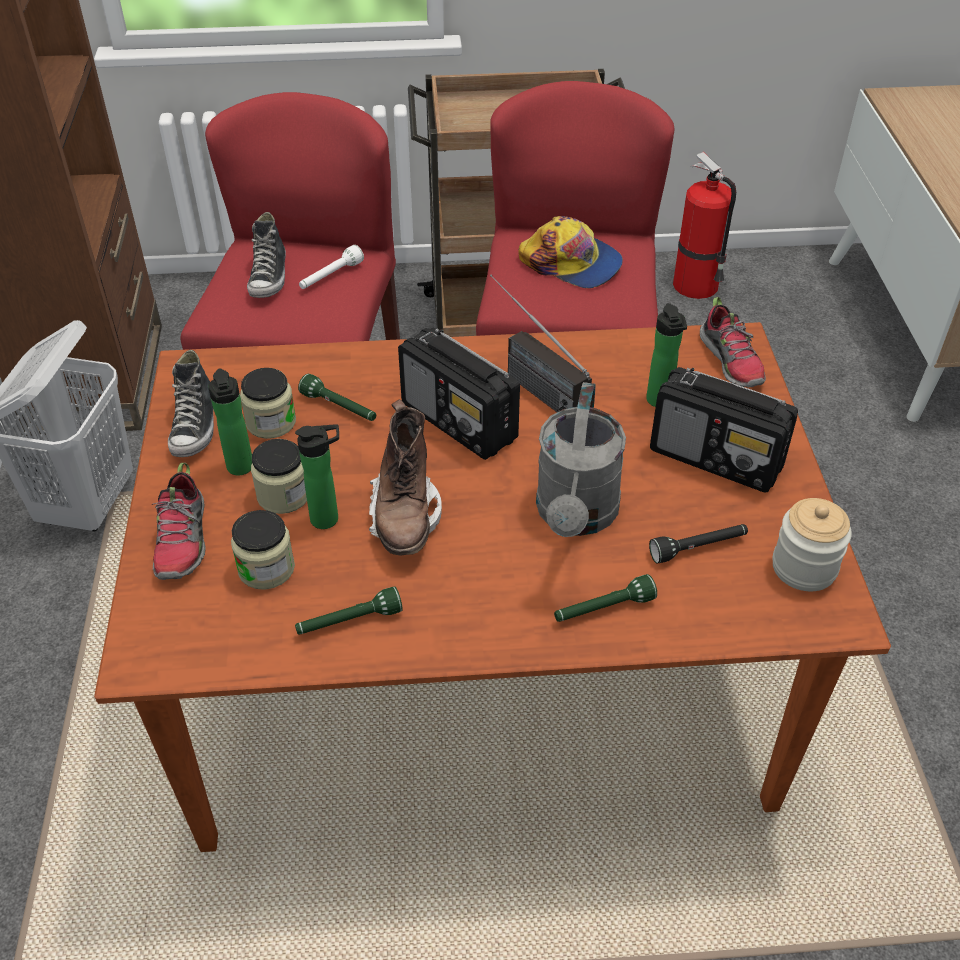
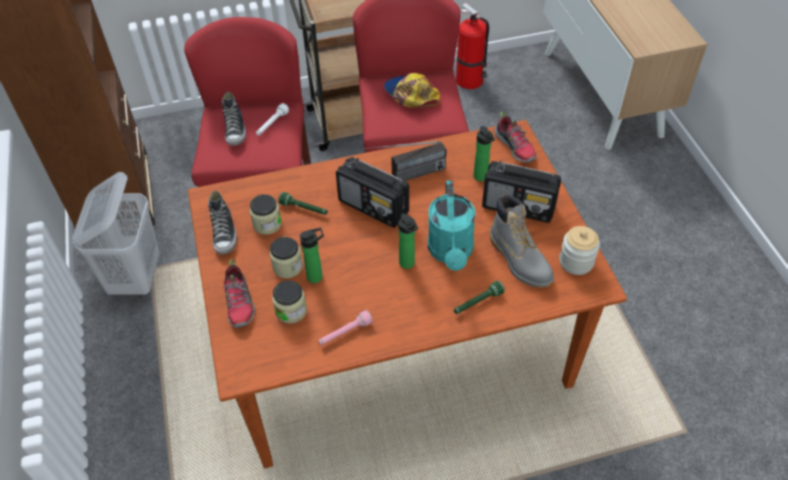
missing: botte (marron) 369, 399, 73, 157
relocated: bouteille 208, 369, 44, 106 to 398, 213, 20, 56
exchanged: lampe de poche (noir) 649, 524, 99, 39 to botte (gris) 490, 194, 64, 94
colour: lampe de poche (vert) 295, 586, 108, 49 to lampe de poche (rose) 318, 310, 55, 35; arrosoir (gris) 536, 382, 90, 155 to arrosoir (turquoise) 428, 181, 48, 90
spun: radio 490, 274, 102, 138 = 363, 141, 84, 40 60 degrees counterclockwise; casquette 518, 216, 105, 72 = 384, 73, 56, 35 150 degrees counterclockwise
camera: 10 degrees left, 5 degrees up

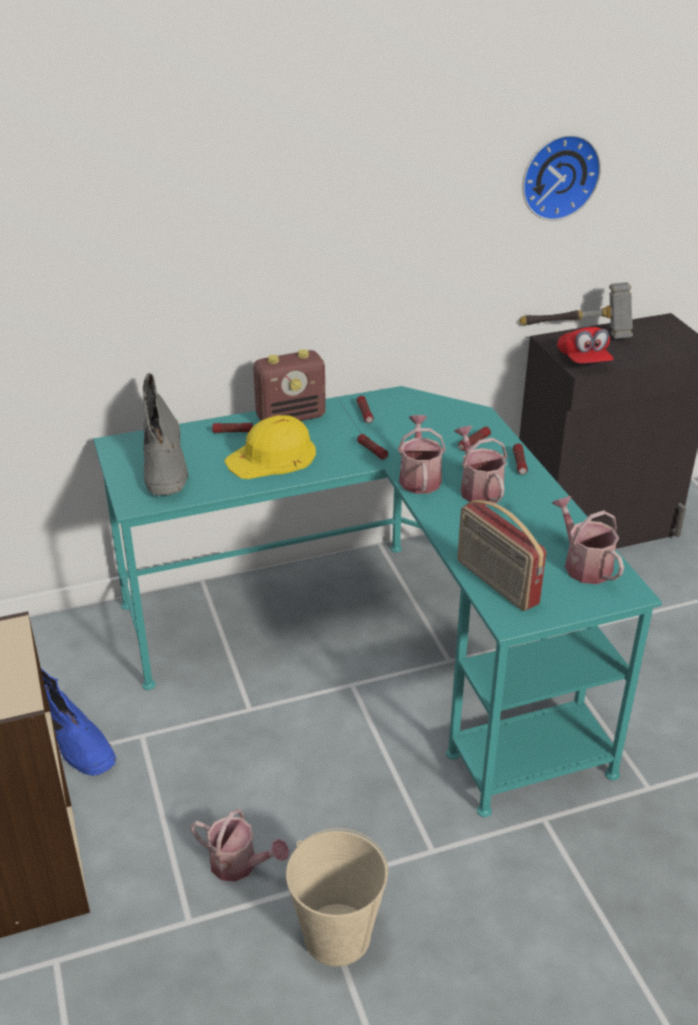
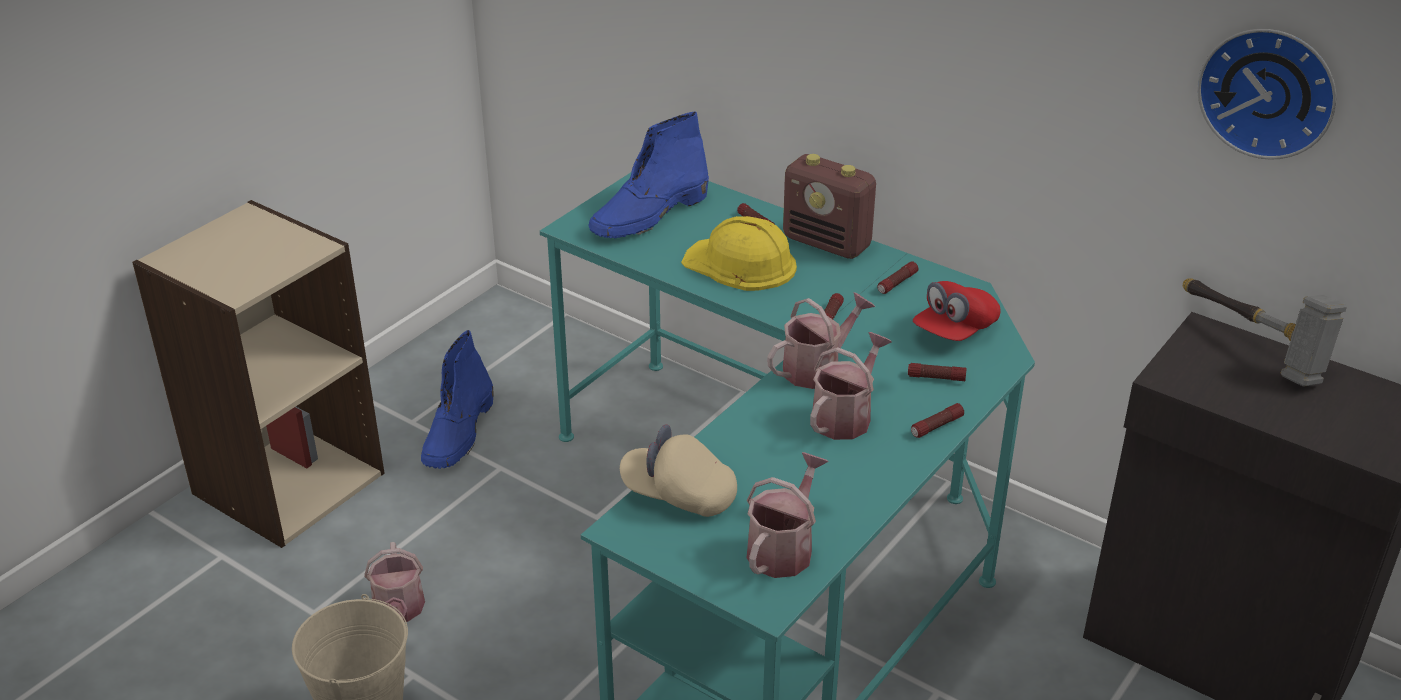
relocated: casquette (rouge) 557, 327, 57, 37 to 913, 281, 88, 60
exchanged: radio 457, 500, 89, 111 to casquette (beige) 620, 424, 117, 93
colour: botte (gris) 143, 373, 45, 123 to botte (bleu) 589, 111, 120, 128
camera: 55 degrees right, 0 degrees up

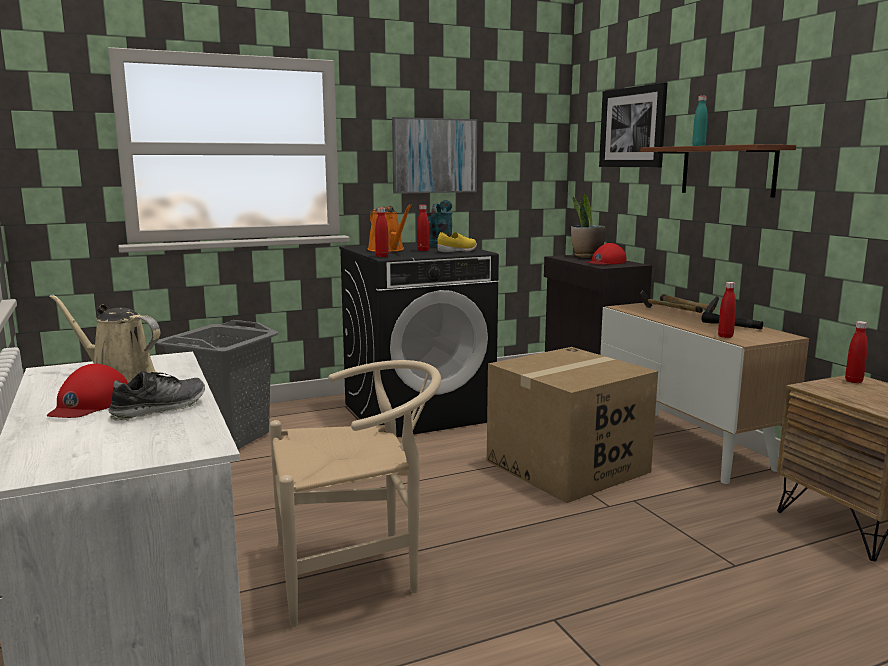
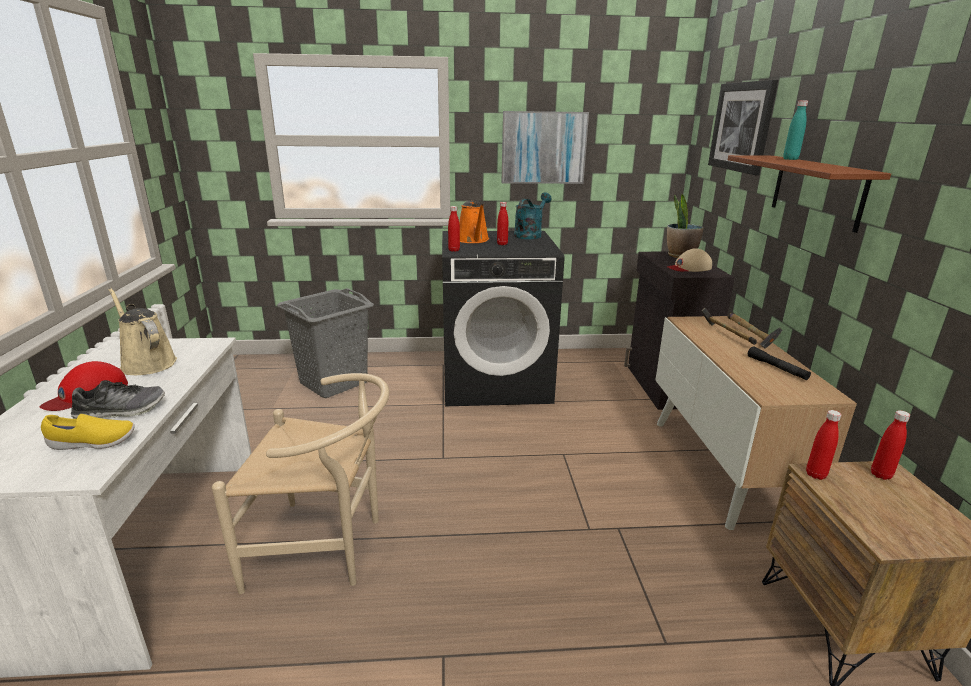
missing: carton 487, 347, 171, 156
relocated: chaussure (jaune) 437, 232, 40, 20 to 41, 414, 94, 36; bouteille (rouge) 718, 282, 18, 56 to 806, 410, 35, 70
colour: casquette (rouge) 587, 243, 39, 22 to casquette (beige) 667, 248, 45, 24
camera: 20 degrees right, 10 degrees up

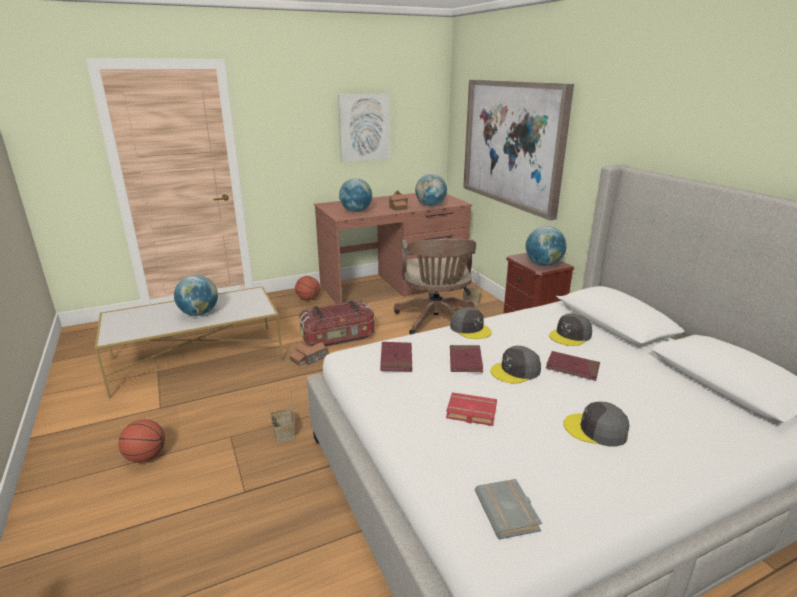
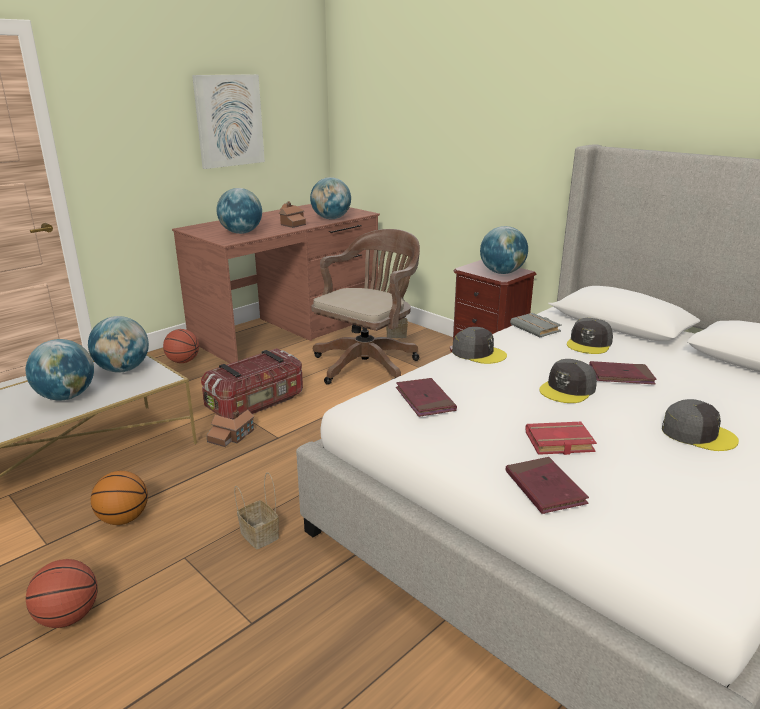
missing: tableau 463, 80, 111, 140
appeared: globe 88, 316, 61, 56; ballon de basket 91, 471, 57, 54
relocated: livre (rouge) 450, 345, 33, 27 to 506, 457, 83, 57; livre (gris) 475, 479, 67, 61 to 510, 313, 52, 24
spun: chaise de bureau (marron) 394, 238, 82, 97 = 311, 229, 109, 156 120 degrees counterclockwise; casquette (gris) 564, 402, 66, 44 = 662, 399, 77, 52 150 degrees counterclockwise
camera: 20 degrees left, 0 degrees up

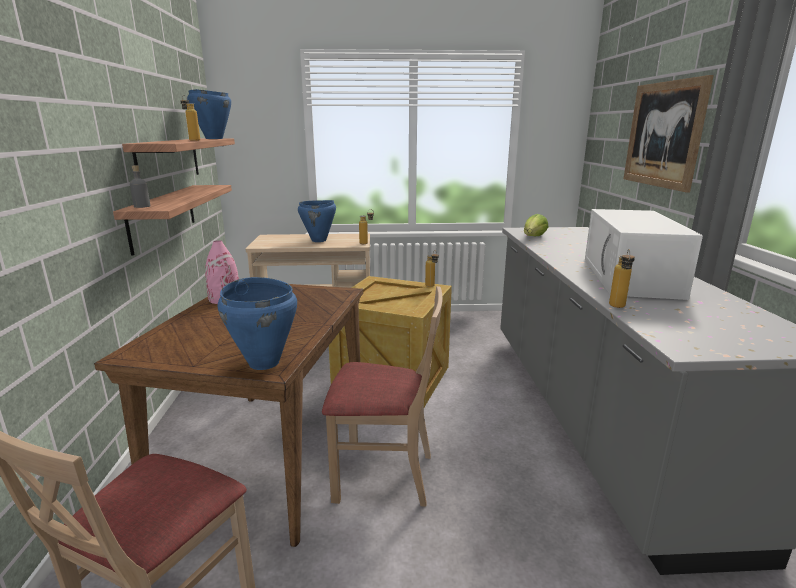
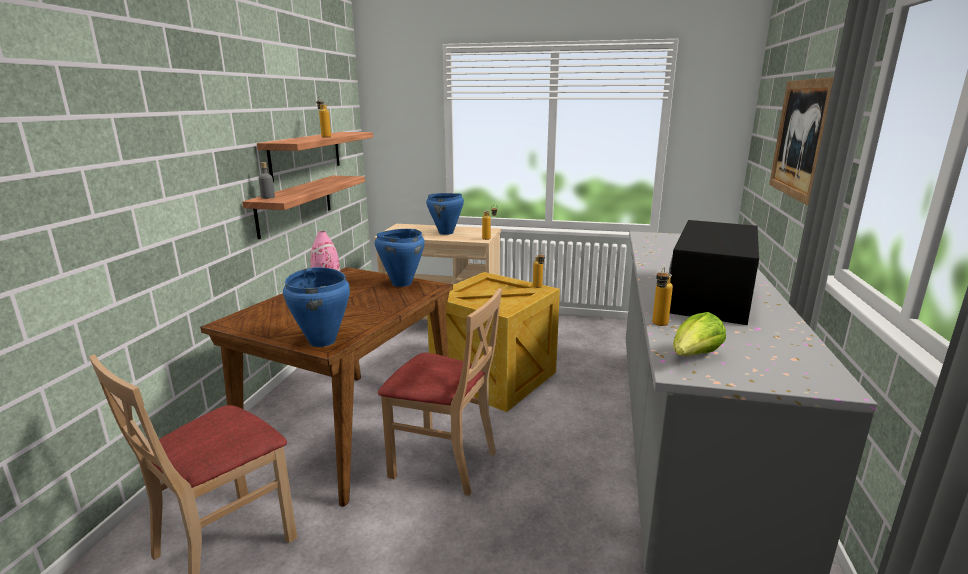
relocated: marmite (bleu) 187, 89, 44, 50 to 375, 229, 50, 58; laitue 524, 214, 24, 22 to 673, 312, 53, 44
colour: micro-ondes (blanc) 585, 209, 118, 91 to micro-ondes (noir) 669, 220, 90, 105
camera: 15 degrees right, 0 degrees up

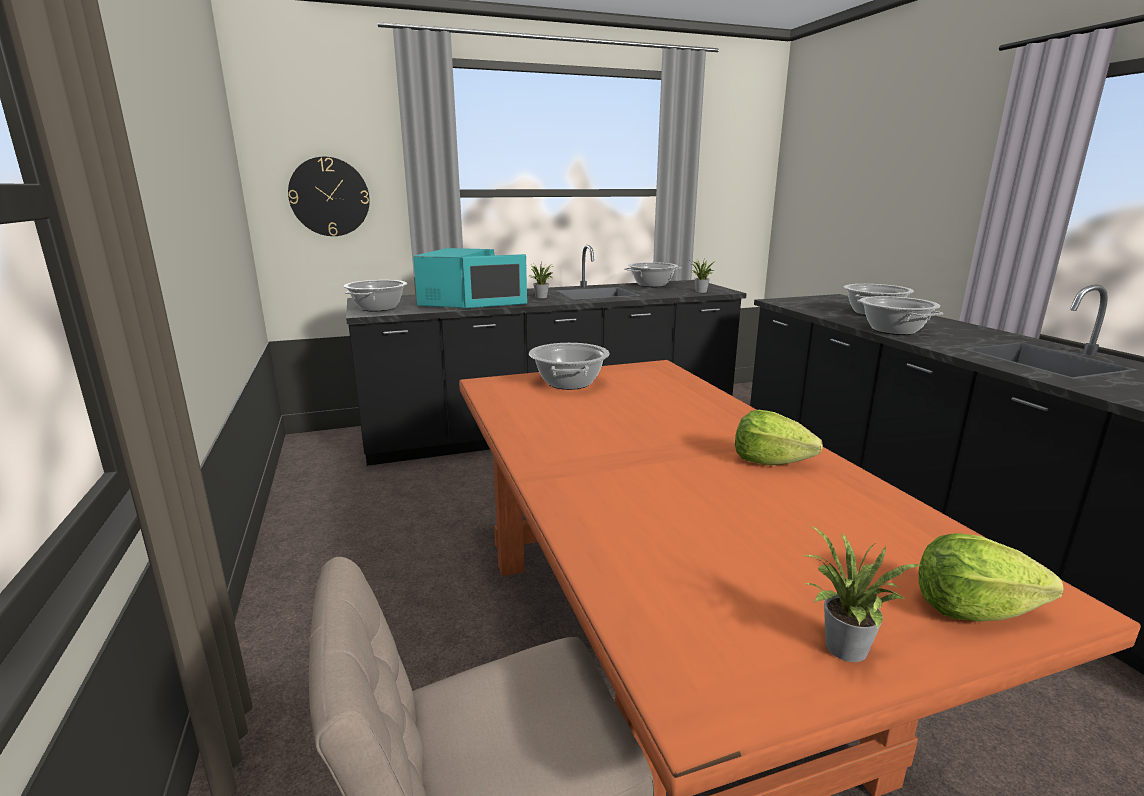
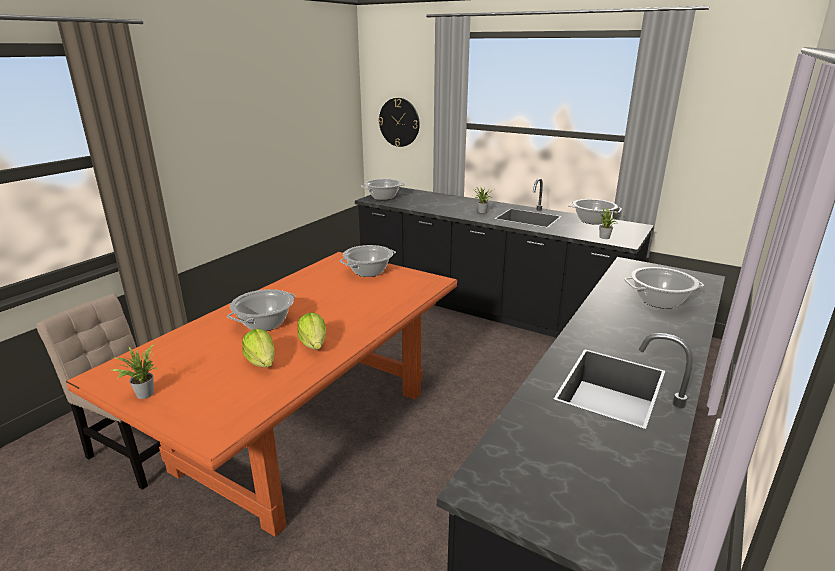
missing: micro-ondes (turquoise) 413, 248, 114, 60
relocated: marmite 857, 296, 86, 39 to 227, 289, 68, 42; laitue 918, 533, 146, 89 to 242, 329, 33, 39
camera: 50 degrees right, 5 degrees up

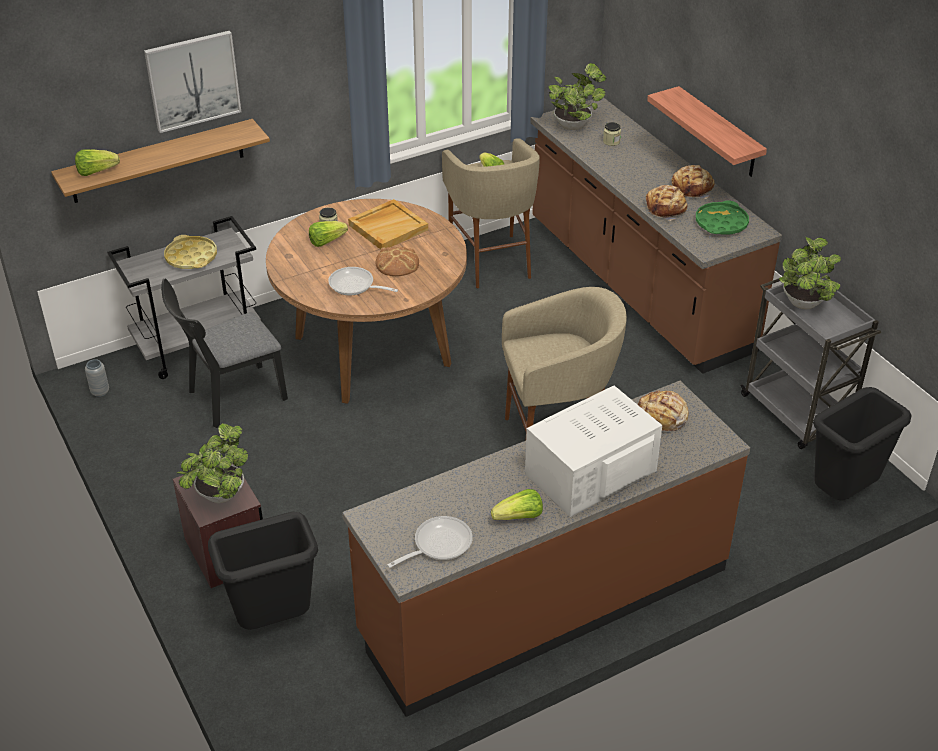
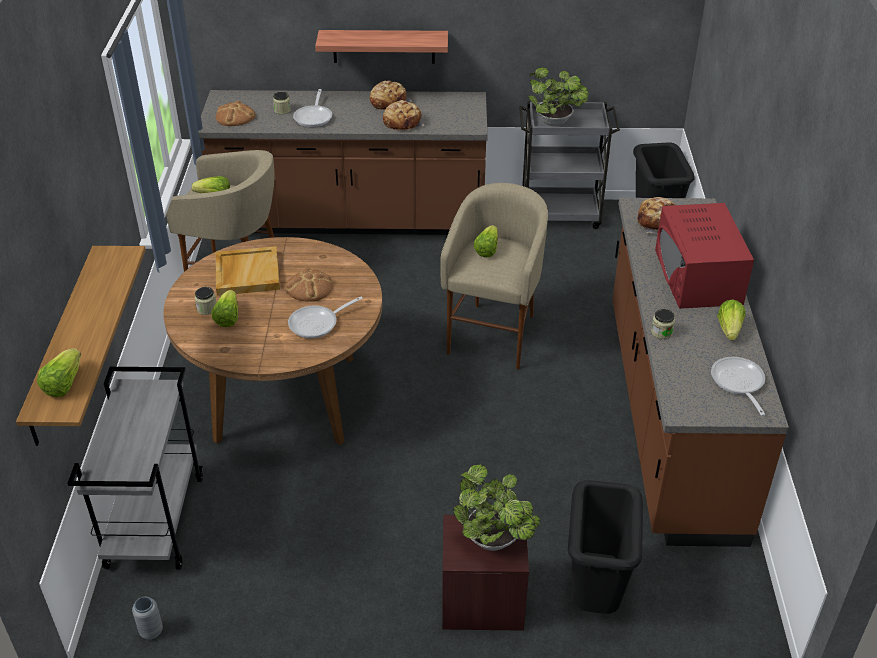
missing: tableau 144, 31, 97, 102; chaise (noir) 161, 279, 127, 149; plateau (jaune) 164, 235, 53, 34; plateau (vert) 696, 200, 53, 35
appeared: poêle 293, 89, 39, 38; laitue 474, 225, 24, 32; bocal 651, 309, 24, 30
exchanged: plante en pot 548, 63, 59, 67 to pain 216, 101, 39, 25
colour: micro-ondes (blanc) 525, 385, 137, 132 to micro-ondes (rouge) 655, 203, 99, 106
camera: 60 degrees left, 0 degrees up

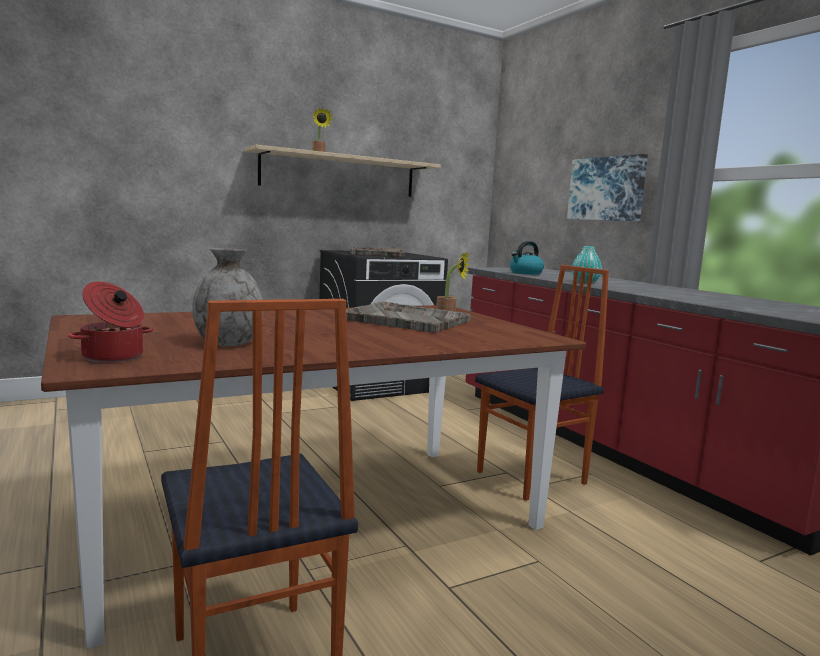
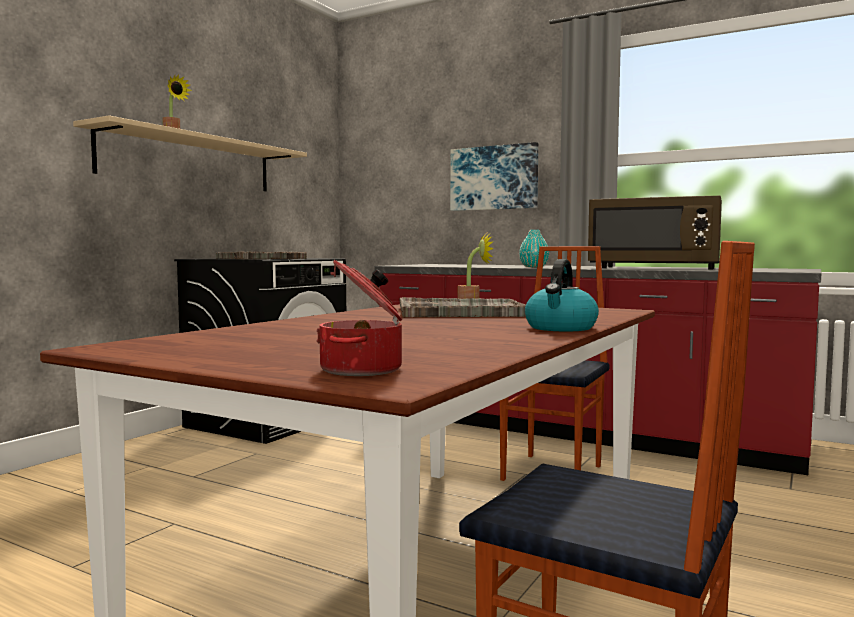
missing: vase (gris) 192, 248, 71, 98
appeared: micro-ondes (marron) 588, 196, 134, 74
relocated: bouilloire 510, 241, 34, 34 to 525, 259, 74, 72
camera: 30 degrees left, 5 degrees down

